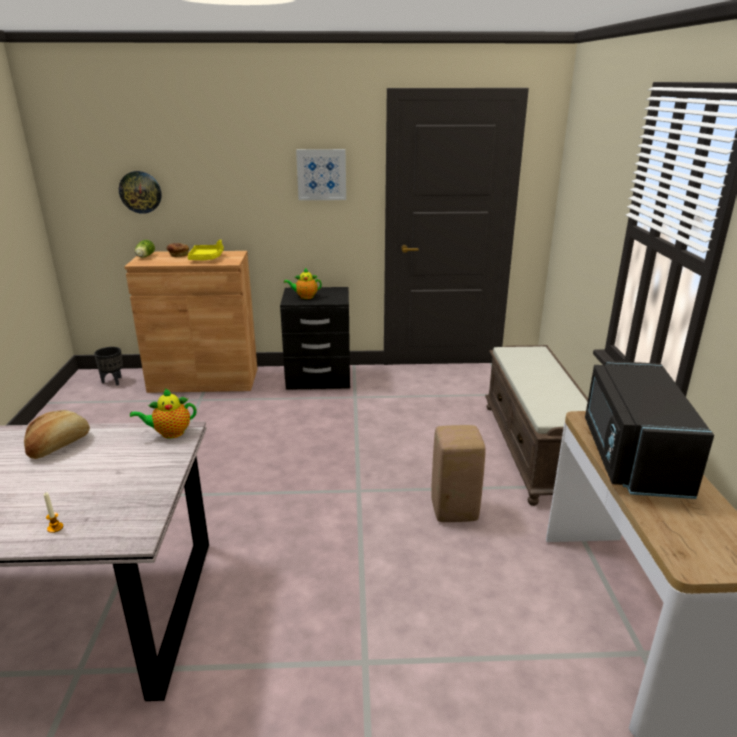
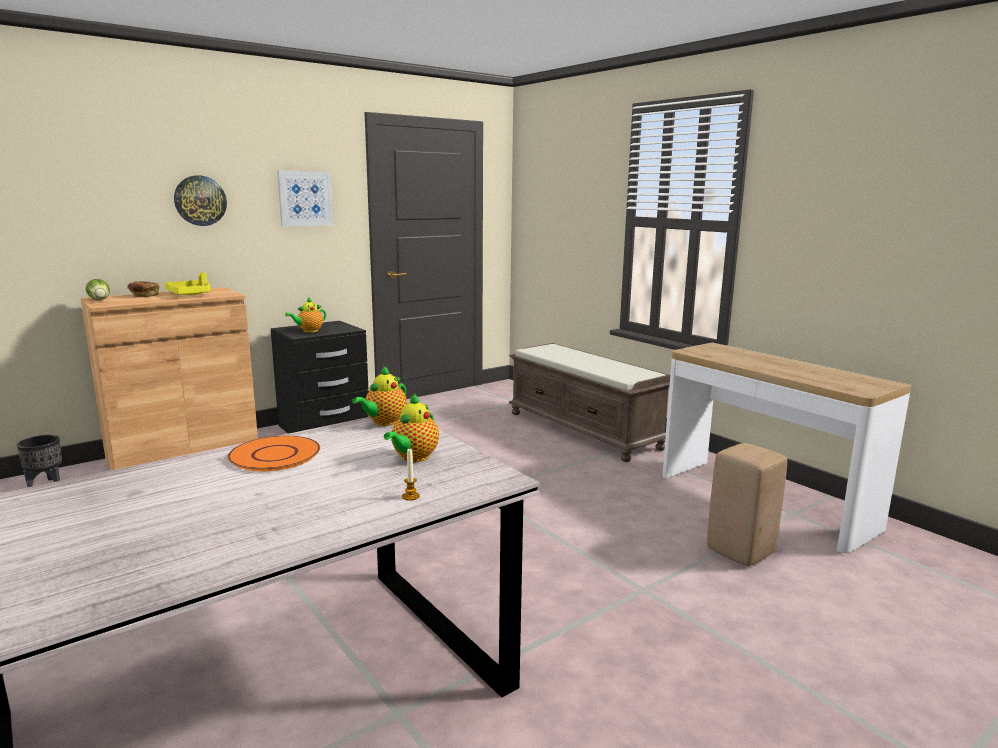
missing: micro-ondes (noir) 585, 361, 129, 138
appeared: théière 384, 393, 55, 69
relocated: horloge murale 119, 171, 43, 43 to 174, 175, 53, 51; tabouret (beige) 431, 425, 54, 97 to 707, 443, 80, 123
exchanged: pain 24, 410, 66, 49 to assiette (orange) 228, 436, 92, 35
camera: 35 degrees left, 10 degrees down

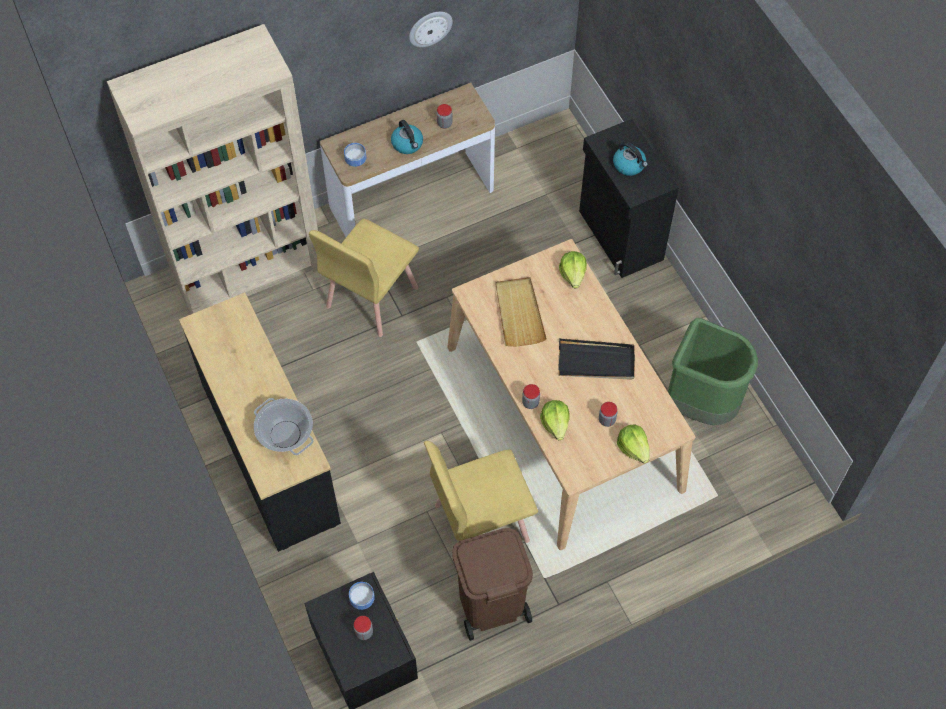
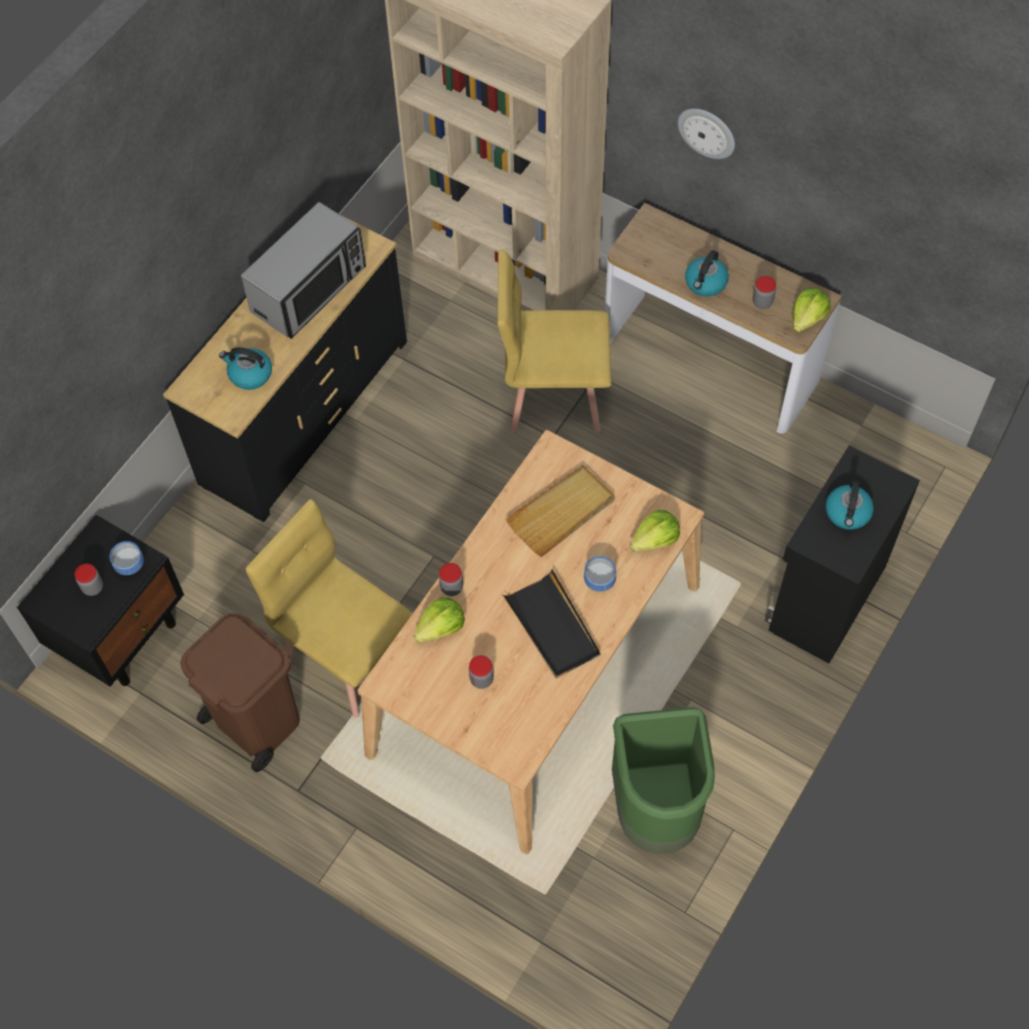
appeared: micro-ondes 241, 202, 125, 137
relocated: bol 344, 143, 22, 24 to 584, 556, 32, 36; horloge murale 409, 12, 44, 35 to 678, 109, 57, 50; laitue 617, 425, 33, 39 to 792, 288, 39, 44
exchanged: marmite 254, 398, 60, 57 to bouilloire 219, 347, 53, 43
camera: 60 degrees right, 0 degrees up

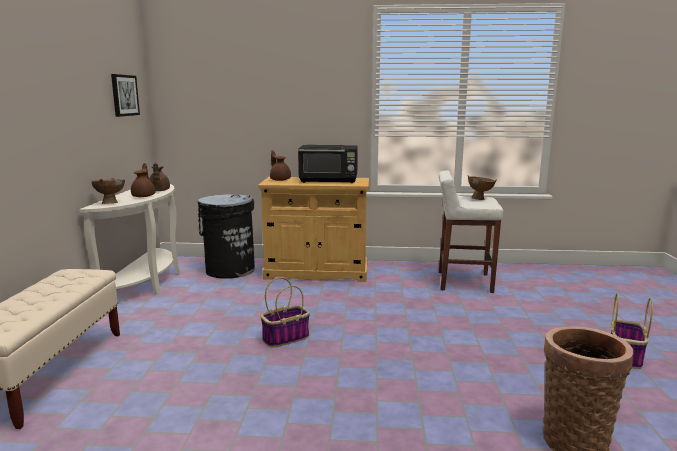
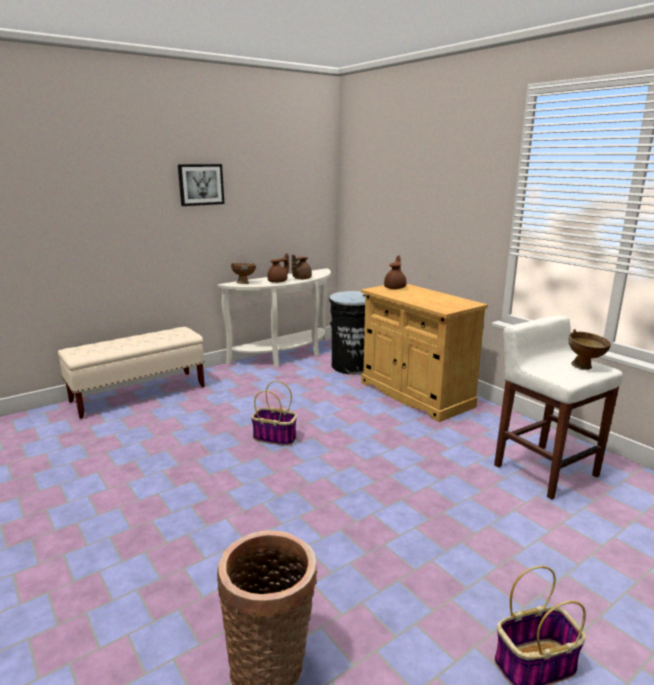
missing: micro-ondes (noir) 298, 145, 60, 38
relocated: tableau 111, 74, 29, 43 to 178, 164, 47, 42
camera: 50 degrees right, 5 degrees up

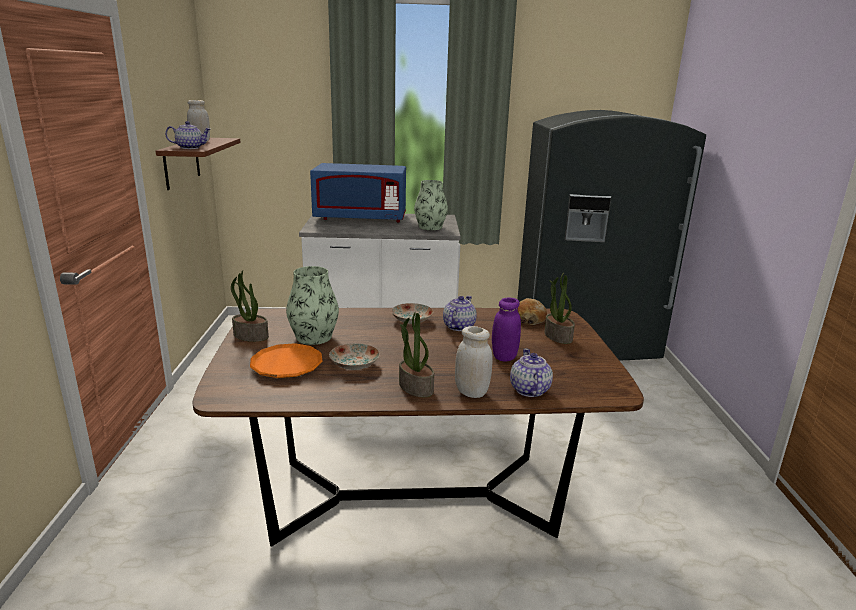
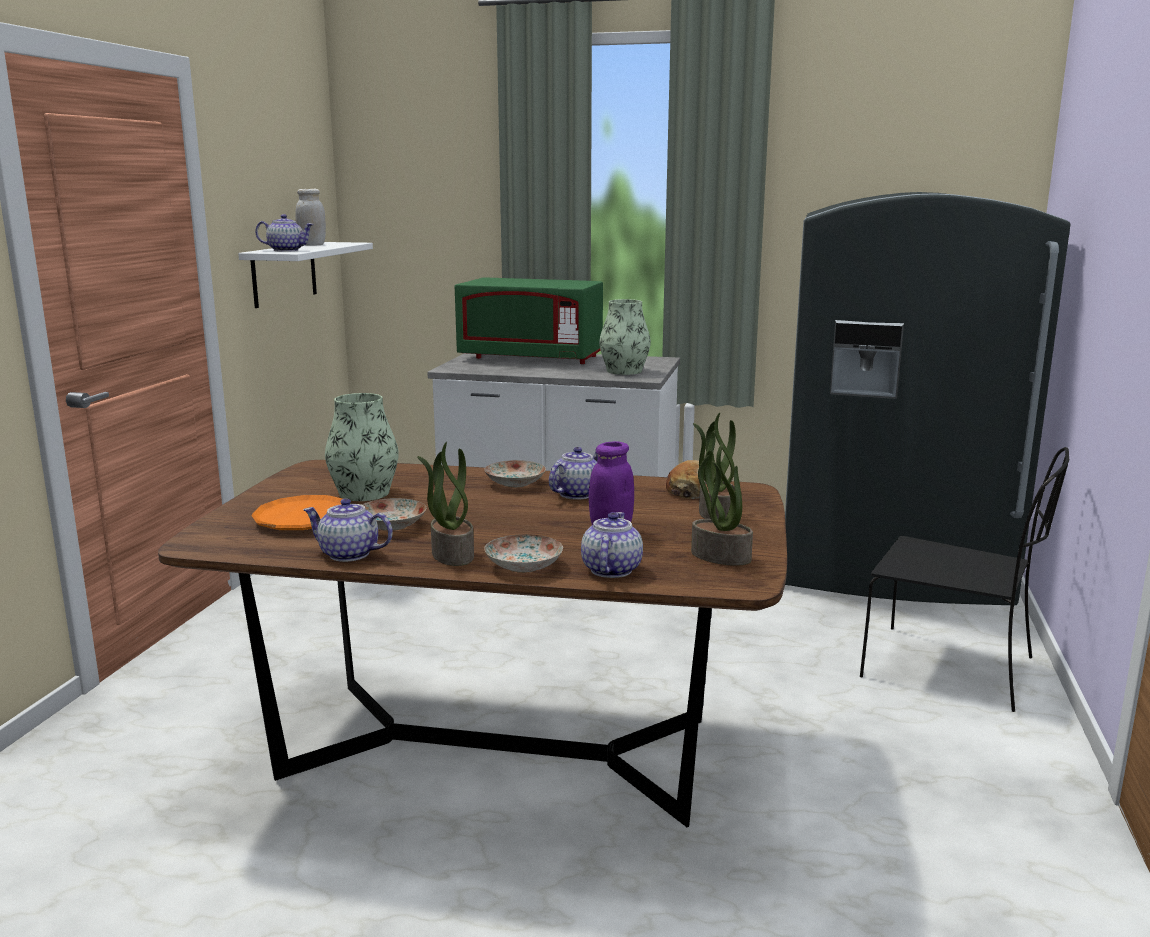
appeared: théière 303, 498, 90, 64; chaise (noir) 860, 447, 209, 265
relocated: plante en pot 231, 270, 38, 72 to 691, 444, 62, 122
exchanged: bocal (blanc) 455, 326, 38, 72 to assiette 484, 534, 79, 39
colour: étagère (marron) 155, 138, 86, 52 to étagère (blanc) 238, 242, 135, 66; micro-ondes (bleu) 310, 163, 96, 59 to micro-ondes (vert) 455, 277, 148, 87
camera: 15 degrees right, 5 degrees down

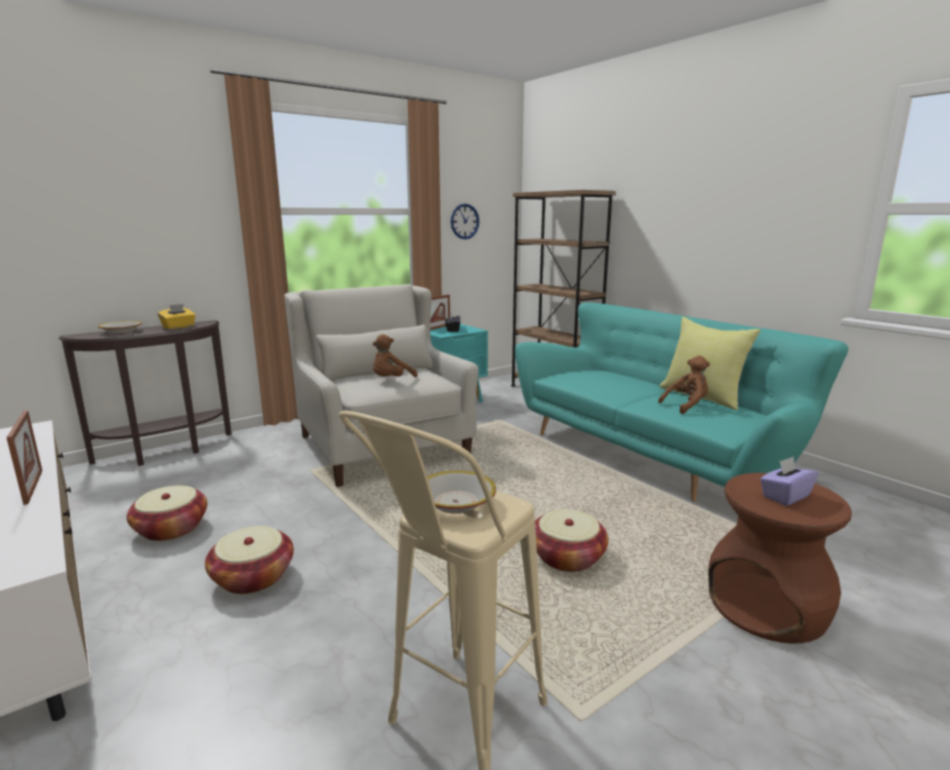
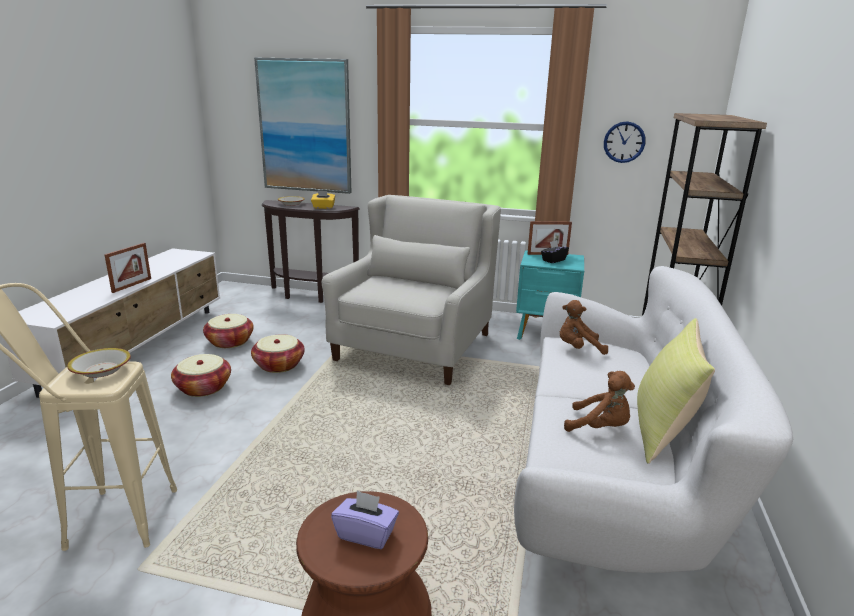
appeared: tableau 254, 58, 97, 136
relocated: peluche (marron) 373, 334, 44, 43 to 560, 300, 48, 55; panier 535, 509, 74, 63 to 251, 334, 54, 39
colour: canapé (turquoise) 515, 302, 334, 200 to canapé (blanc) 514, 266, 279, 307
camera: 50 degrees right, 5 degrees up

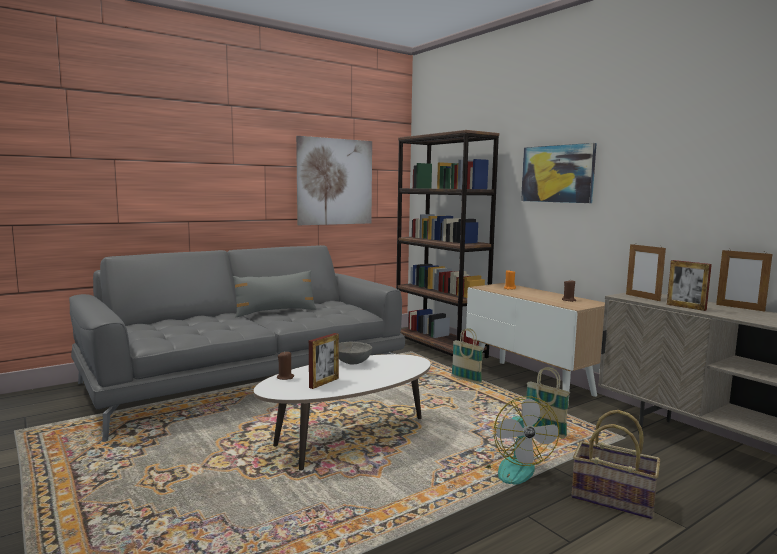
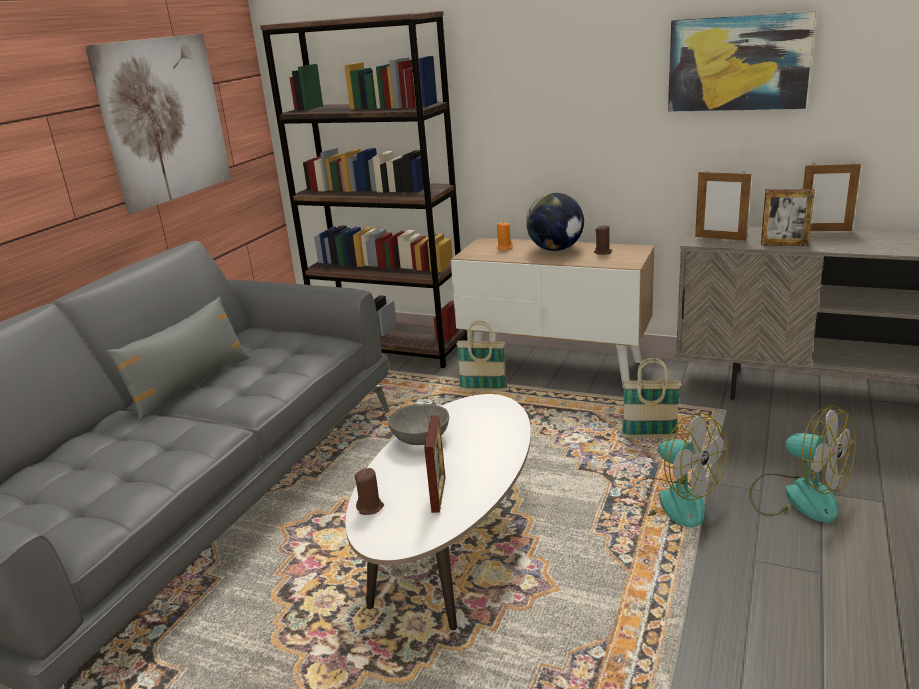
appeared: globe 526, 193, 58, 58
relocated: tableau 521, 143, 76, 60 to 668, 11, 148, 101
exchanged: panier 572, 410, 88, 109 to ventilateur 749, 405, 107, 118
camera: 30 degrees left, 15 degrees up

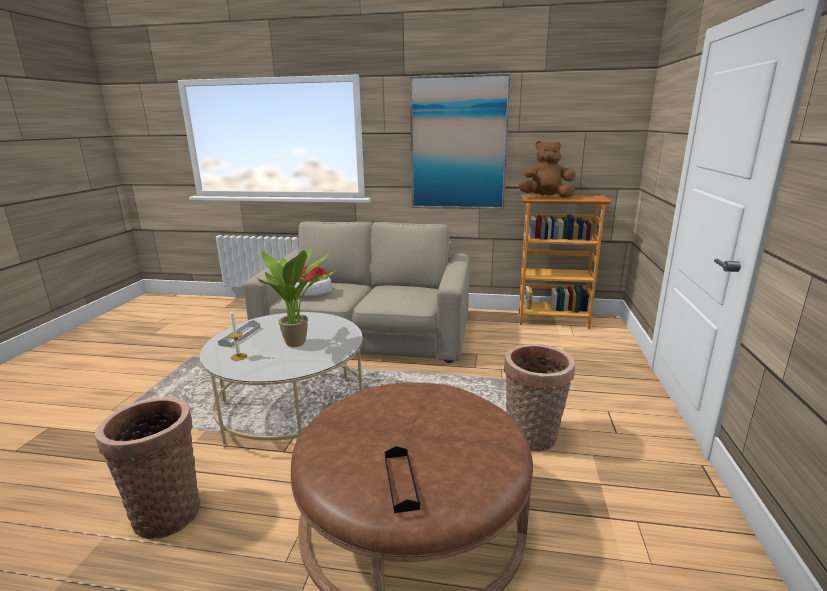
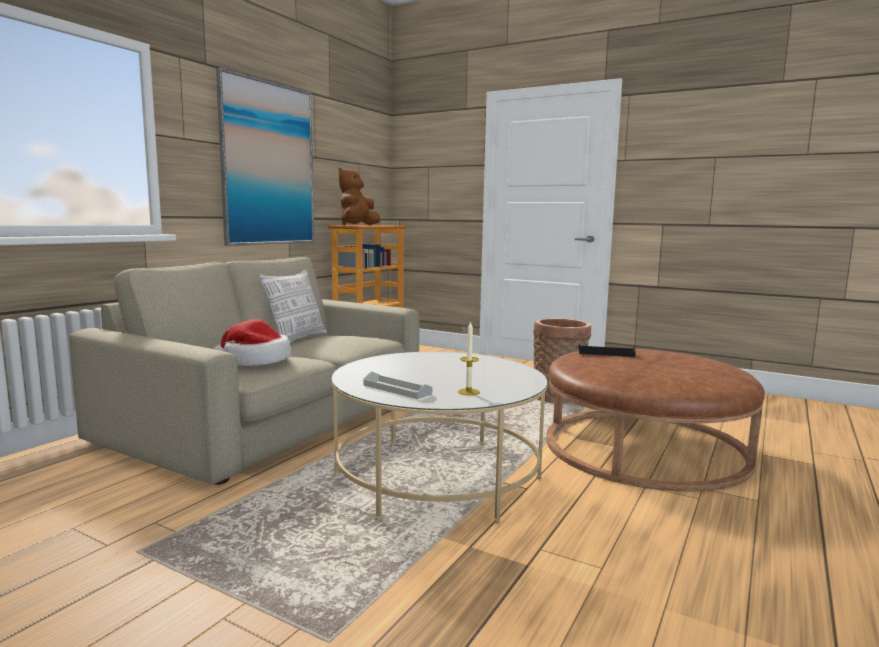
missing: panier 95, 397, 105, 142; plante en pot 255, 247, 80, 100
appeared: coussin 259, 270, 68, 73
relocated: plateau (noir) 385, 446, 35, 67 to 579, 343, 57, 14
camera: 70 degrees left, 10 degrees down

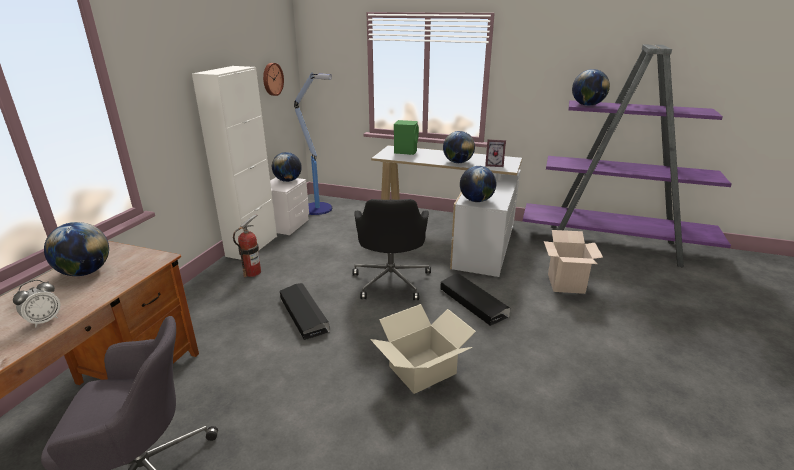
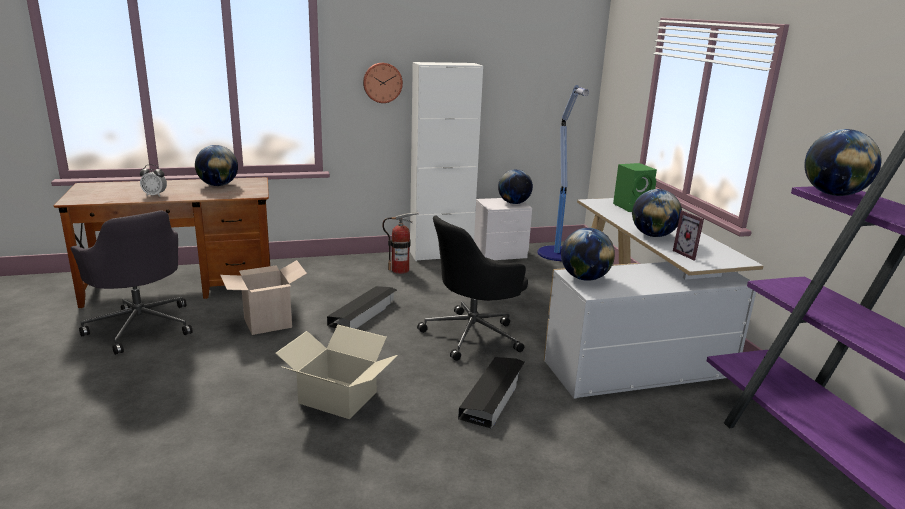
relocated: horloge murale 263, 63, 21, 33 to 363, 63, 40, 40; carton 544, 230, 59, 64 to 220, 260, 87, 75
camera: 55 degrees right, 5 degrees down

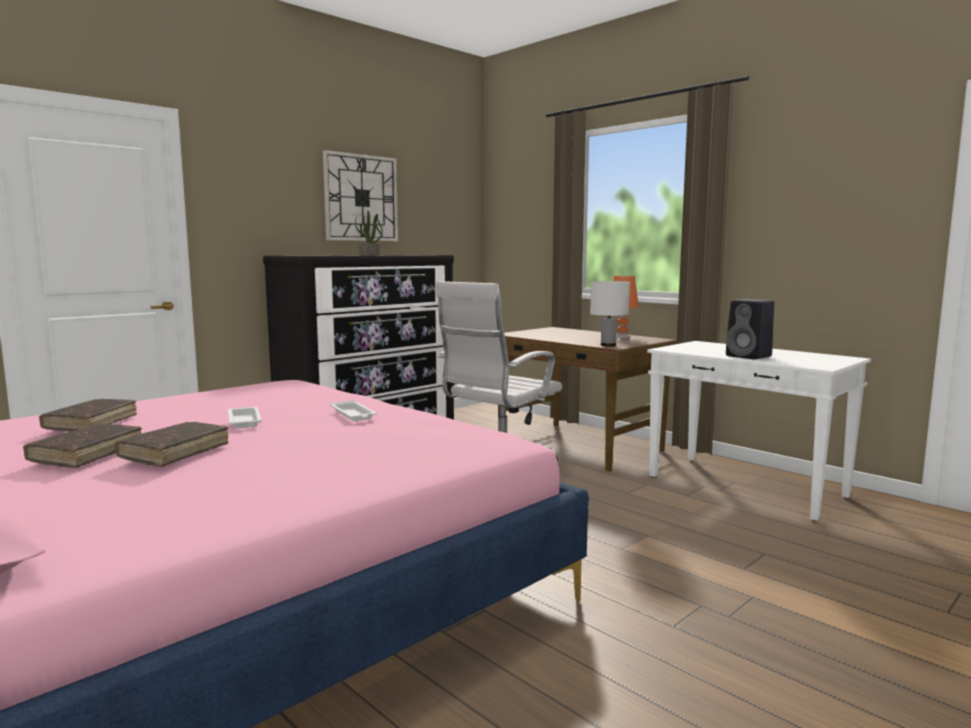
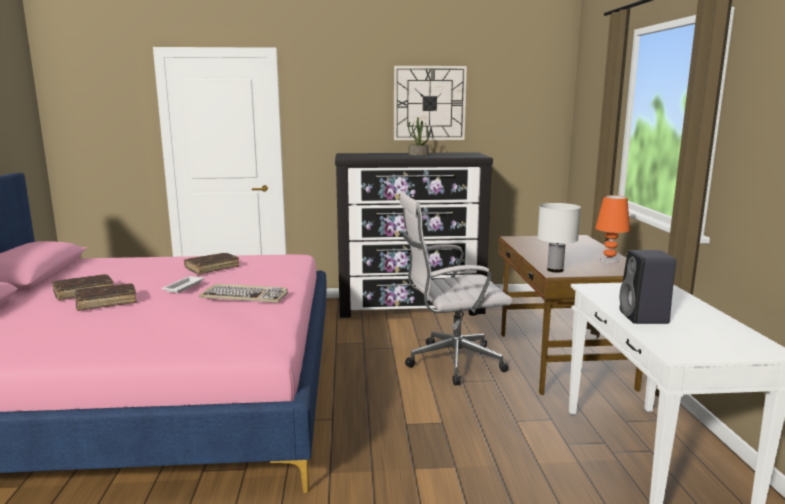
relocated: livre (marron) 39, 399, 98, 32 to 184, 253, 55, 22
exchanged: plateau (blanc) 330, 400, 47, 21 to clavier 199, 284, 89, 19
camera: 40 degrees right, 5 degrees up

